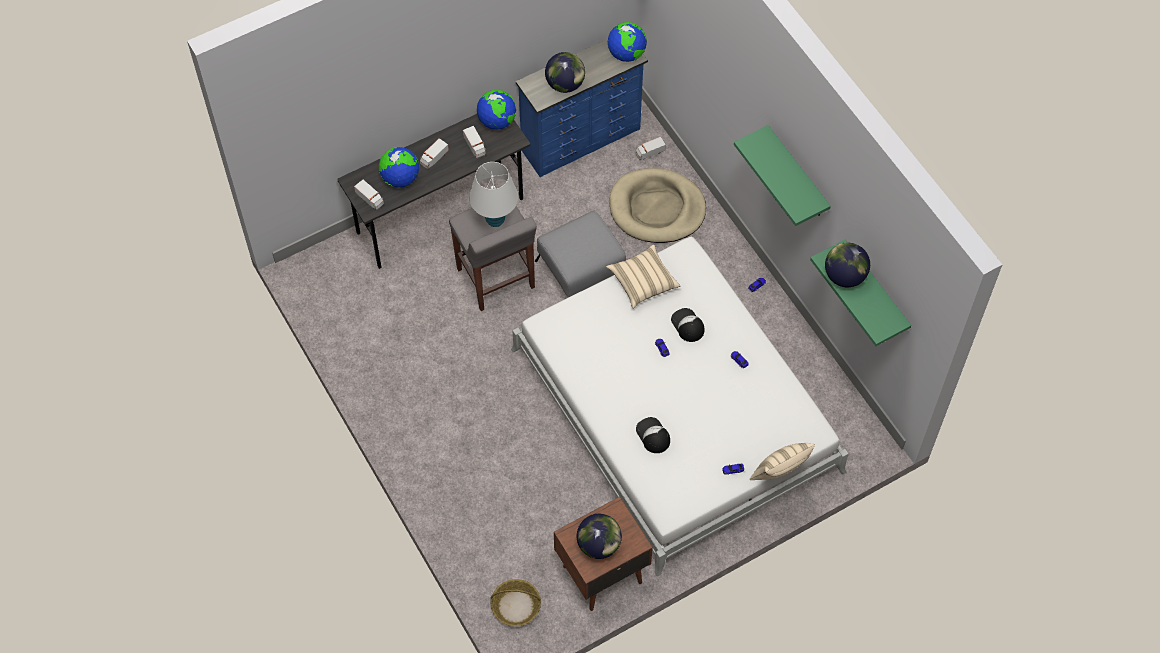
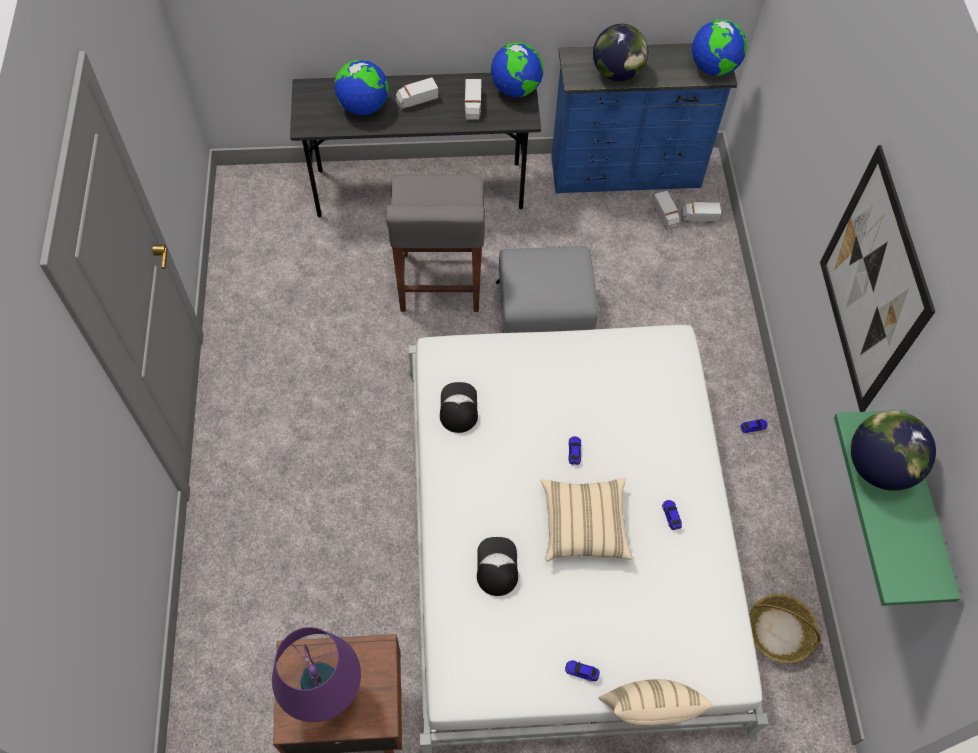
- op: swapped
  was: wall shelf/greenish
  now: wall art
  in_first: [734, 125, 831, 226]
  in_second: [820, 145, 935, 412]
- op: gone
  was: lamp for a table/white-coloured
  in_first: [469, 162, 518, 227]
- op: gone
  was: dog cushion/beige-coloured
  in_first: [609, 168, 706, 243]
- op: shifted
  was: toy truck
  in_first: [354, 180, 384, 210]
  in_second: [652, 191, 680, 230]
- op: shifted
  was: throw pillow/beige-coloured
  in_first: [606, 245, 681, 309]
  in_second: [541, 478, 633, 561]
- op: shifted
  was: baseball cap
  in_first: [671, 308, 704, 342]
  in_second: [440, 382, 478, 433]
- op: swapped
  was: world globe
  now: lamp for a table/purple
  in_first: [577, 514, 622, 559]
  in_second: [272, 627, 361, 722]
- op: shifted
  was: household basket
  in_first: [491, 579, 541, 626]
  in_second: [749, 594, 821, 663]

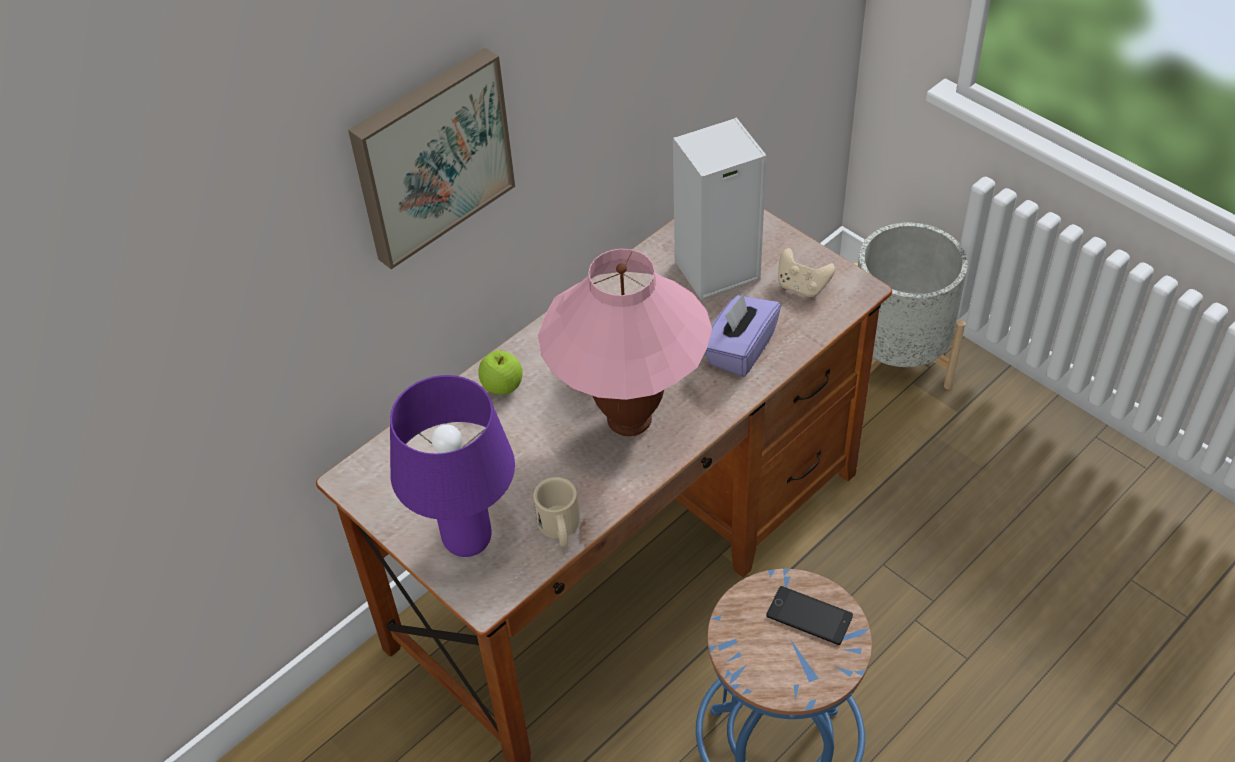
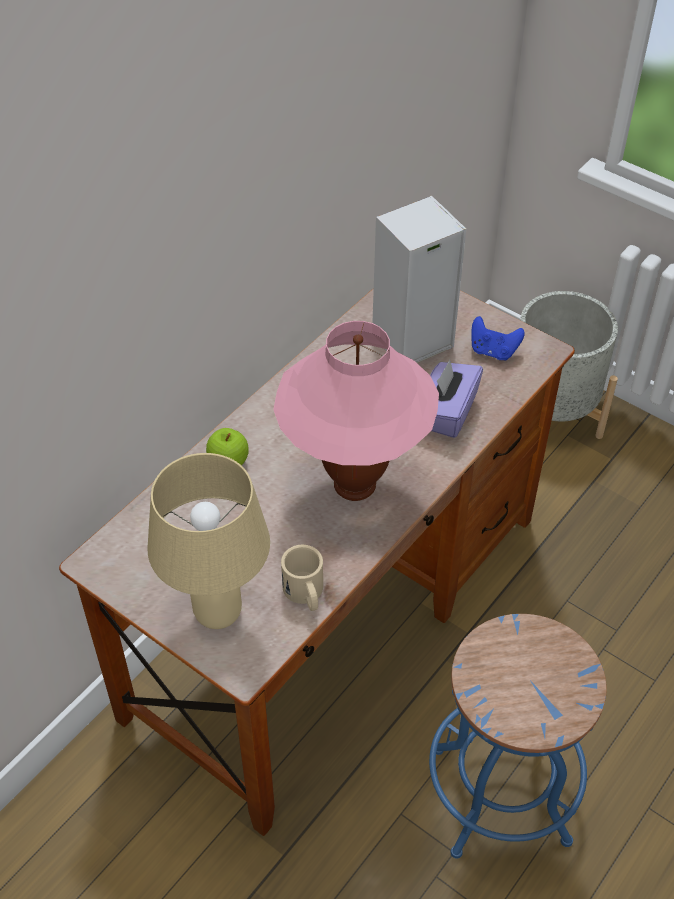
- op: gone
  was: wall art
  in_first: [348, 47, 515, 269]
- op: repainted
  was: game controller/beige-coloured
  now: game controller/blue-coloured
  in_first: [778, 248, 835, 297]
  in_second: [471, 316, 525, 361]
- op: repainted
  was: lamp for a table/purple
  now: lamp for a table/beige-coloured
  in_first: [390, 375, 515, 557]
  in_second: [148, 453, 270, 629]
- op: gone
  was: telephone
  in_first: [766, 586, 853, 645]

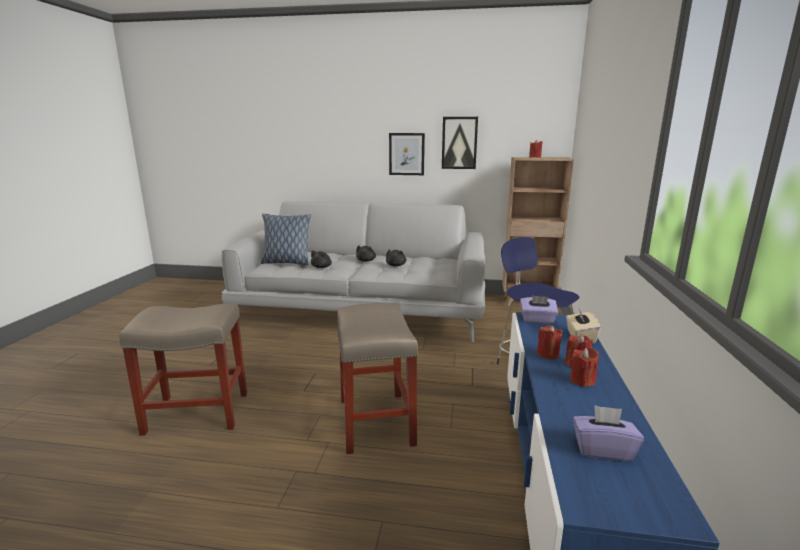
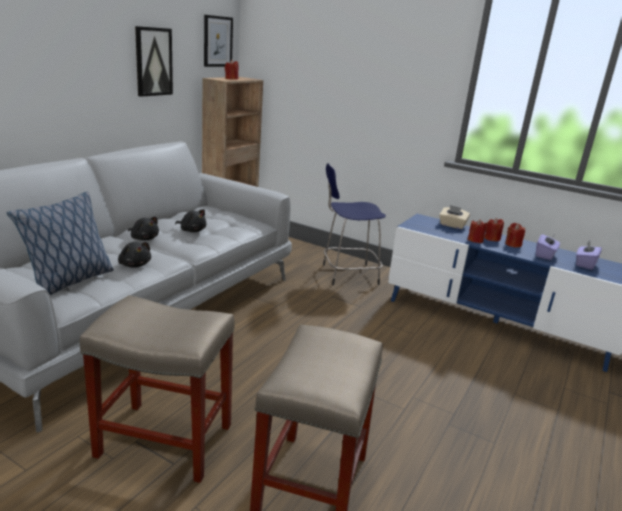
- op: shifted
  was: wall art
  in_first: [389, 133, 425, 175]
  in_second: [204, 15, 233, 67]
- op: shifted
  was: tissue holder/purple
  in_first: [520, 296, 558, 323]
  in_second: [536, 233, 560, 260]
- op: shifted
  was: stool/beige-coloured
  in_first: [337, 303, 419, 454]
  in_second: [80, 295, 235, 483]

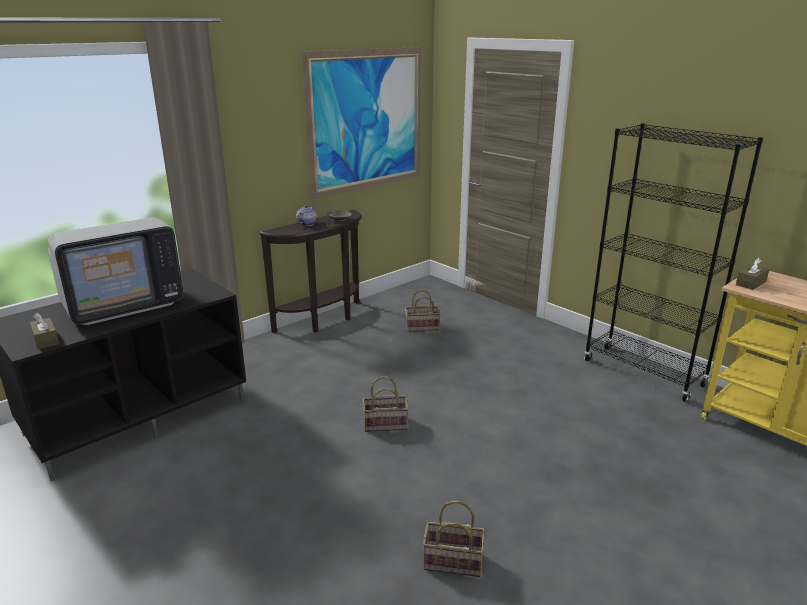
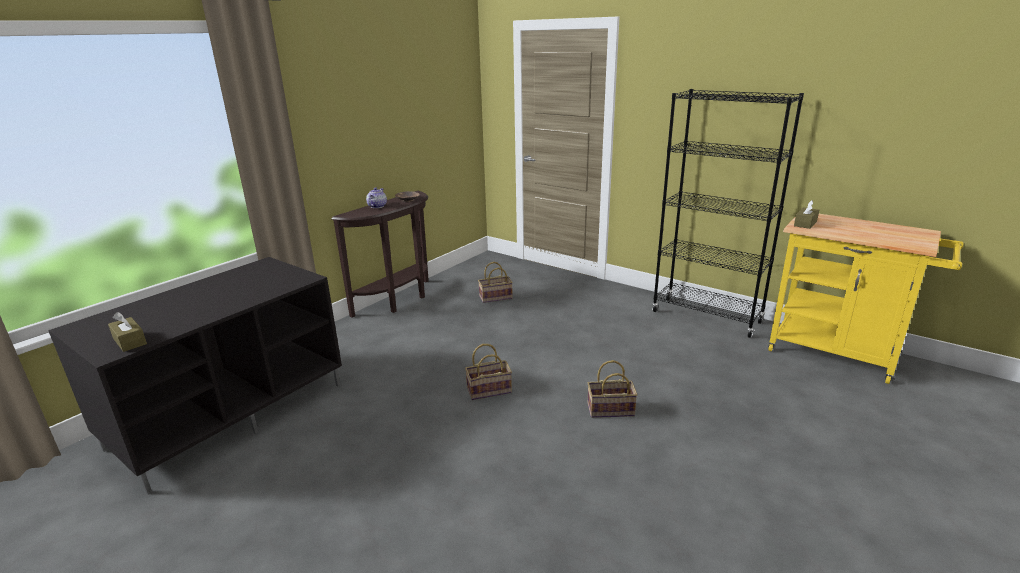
- op: gone
  was: wall art
  in_first: [302, 47, 421, 200]
- op: gone
  was: television
  in_first: [48, 217, 184, 325]
- op: shifted
  was: household basket
  in_first: [423, 501, 485, 577]
  in_second: [587, 360, 638, 418]

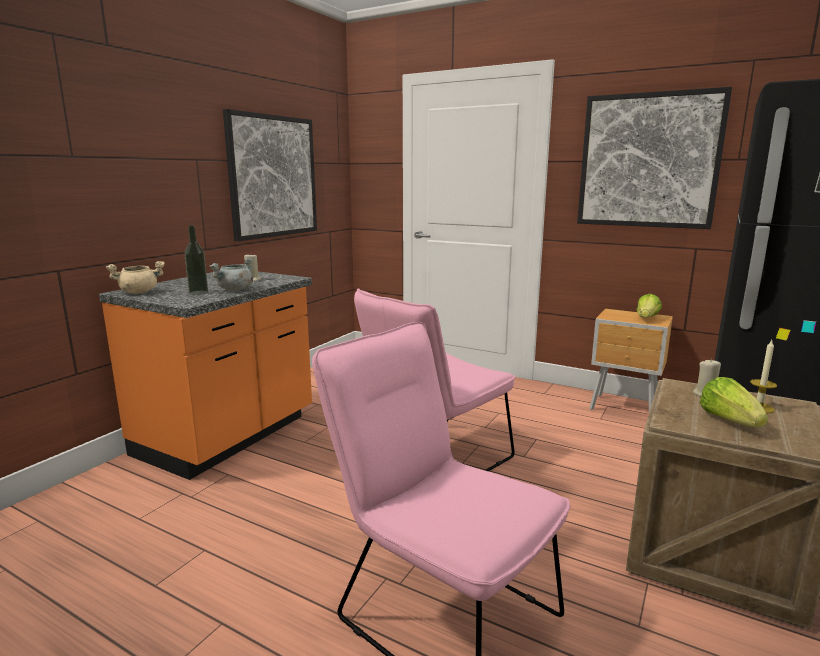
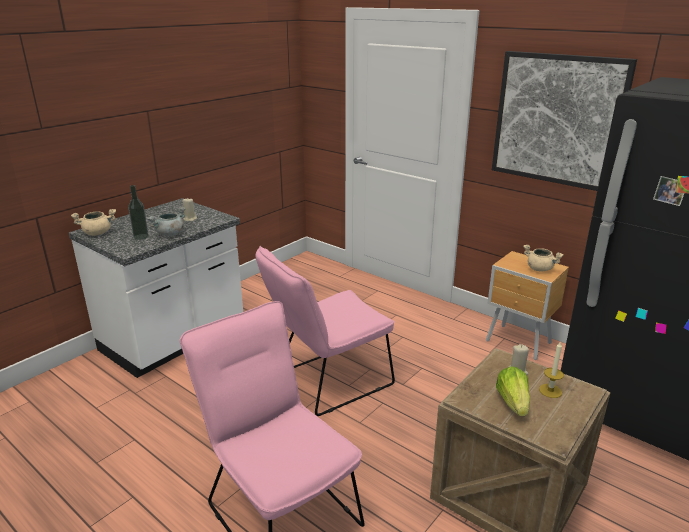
- op: gone
  was: wall art
  in_first: [223, 109, 317, 241]
- op: repainted
  was: kitchen base unit/orange-coloured
  now: kitchen base unit/white-coloured
  in_first: [99, 272, 312, 480]
  in_second: [69, 198, 243, 378]
- op: swapped
  was: lettuce
  now: saucepot/beige-coloured
  in_first: [636, 294, 662, 318]
  in_second: [523, 245, 564, 271]

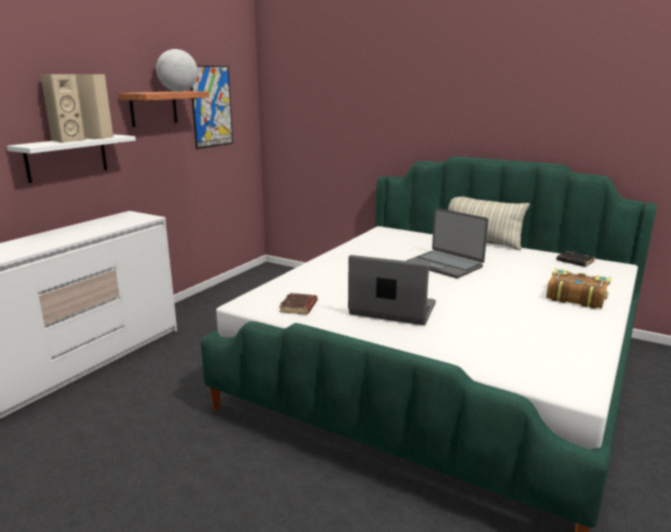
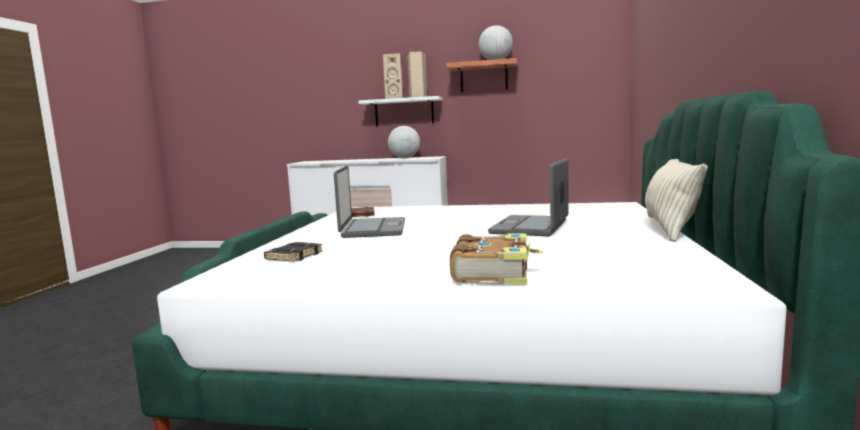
- op: gone
  was: wall art
  in_first: [191, 66, 233, 149]
- op: shifted
  was: volume/blackish
  in_first: [556, 251, 595, 267]
  in_second: [264, 242, 323, 262]
- op: new
  now: world globe
  in_second: [388, 126, 420, 159]

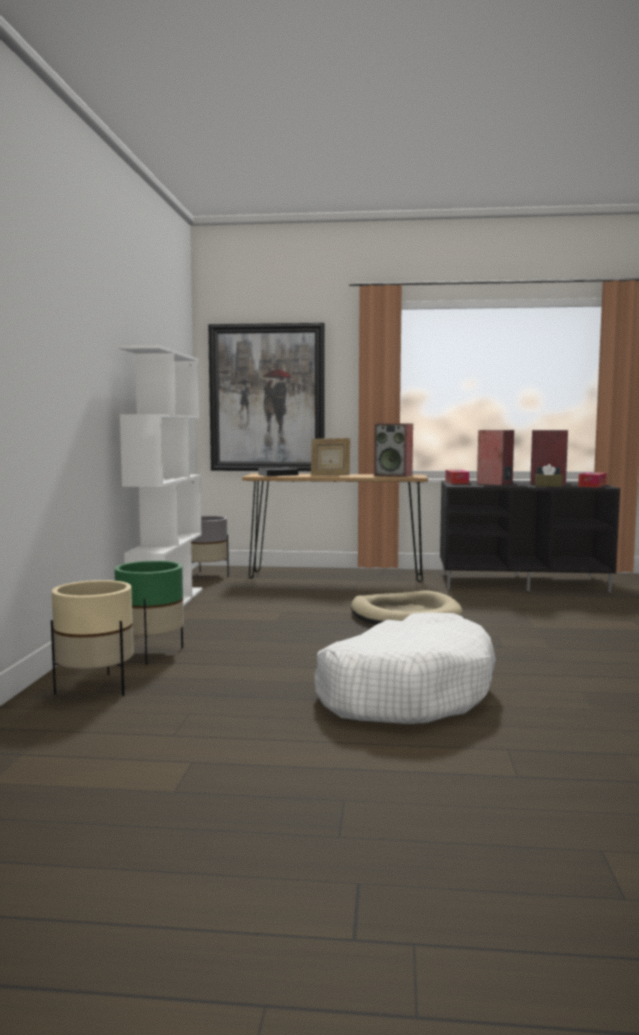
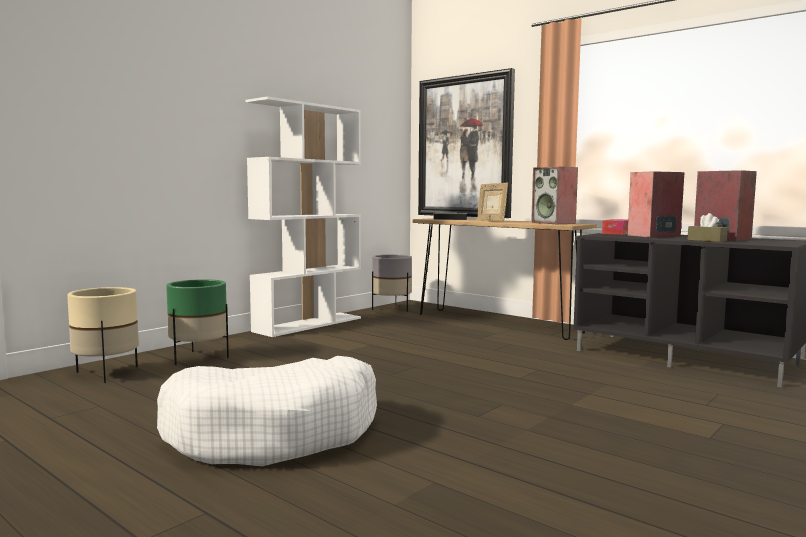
- op: gone
  was: tissue holder
  in_first: [578, 472, 607, 487]
- op: gone
  was: dog cushion/beige-coloured
  in_first: [351, 590, 463, 625]

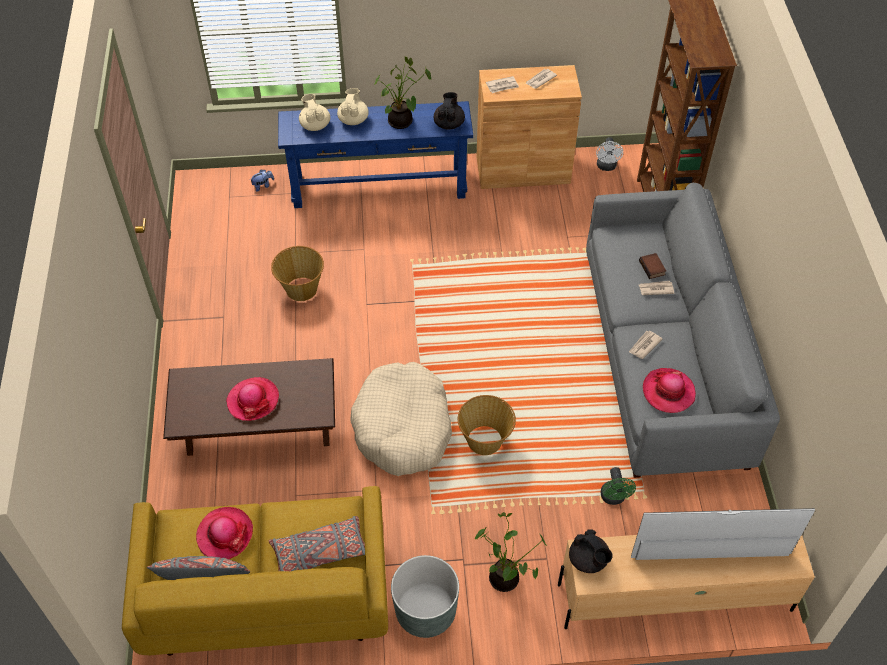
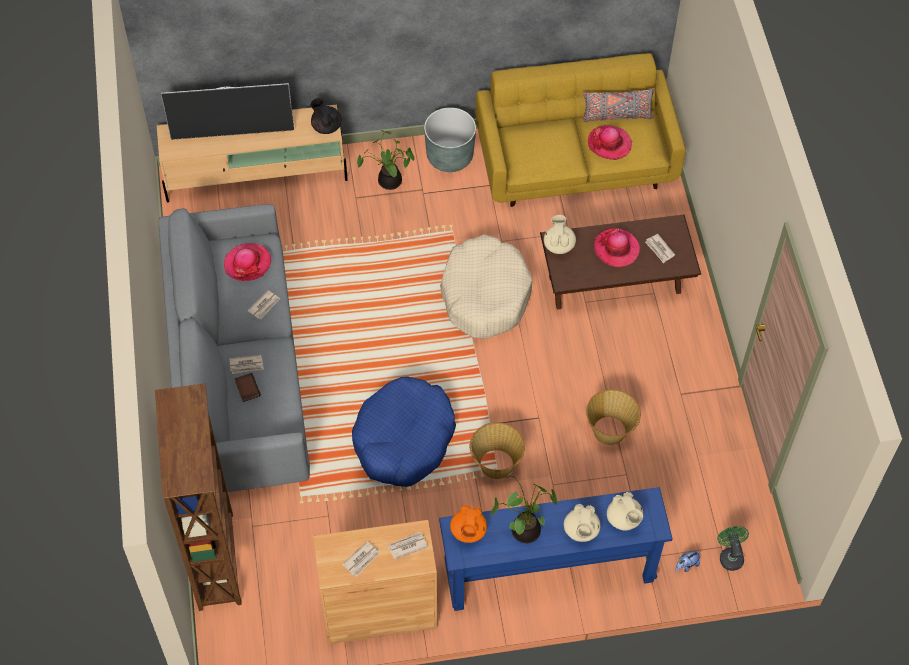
- op: repainted
  was: pot for tea/blackish
  now: pot for tea/orange-coloured
  in_first: [434, 92, 465, 130]
  in_second: [450, 505, 487, 543]
- op: gone
  was: fan/white-coloured
  in_first: [596, 137, 623, 171]
- op: shifted
  was: household basket
  in_first: [458, 395, 516, 455]
  in_second: [470, 422, 525, 479]
- op: shifted
  was: fan/greenish
  in_first: [600, 467, 636, 505]
  in_second: [717, 526, 749, 571]
- op: gone
  was: throw pillow/greyish
  in_first: [269, 516, 365, 571]
- op: new
  now: pot for tea/beige-coloured
  in_second: [544, 215, 576, 254]
- op: new
  now: printed paper
  in_second: [645, 234, 675, 263]
- op: new
  now: dog cushion/blue-coloured
  in_second: [352, 376, 456, 487]

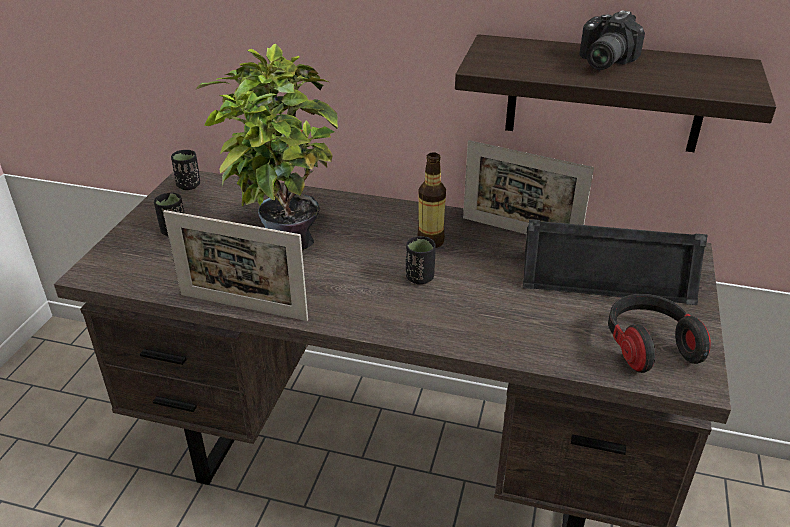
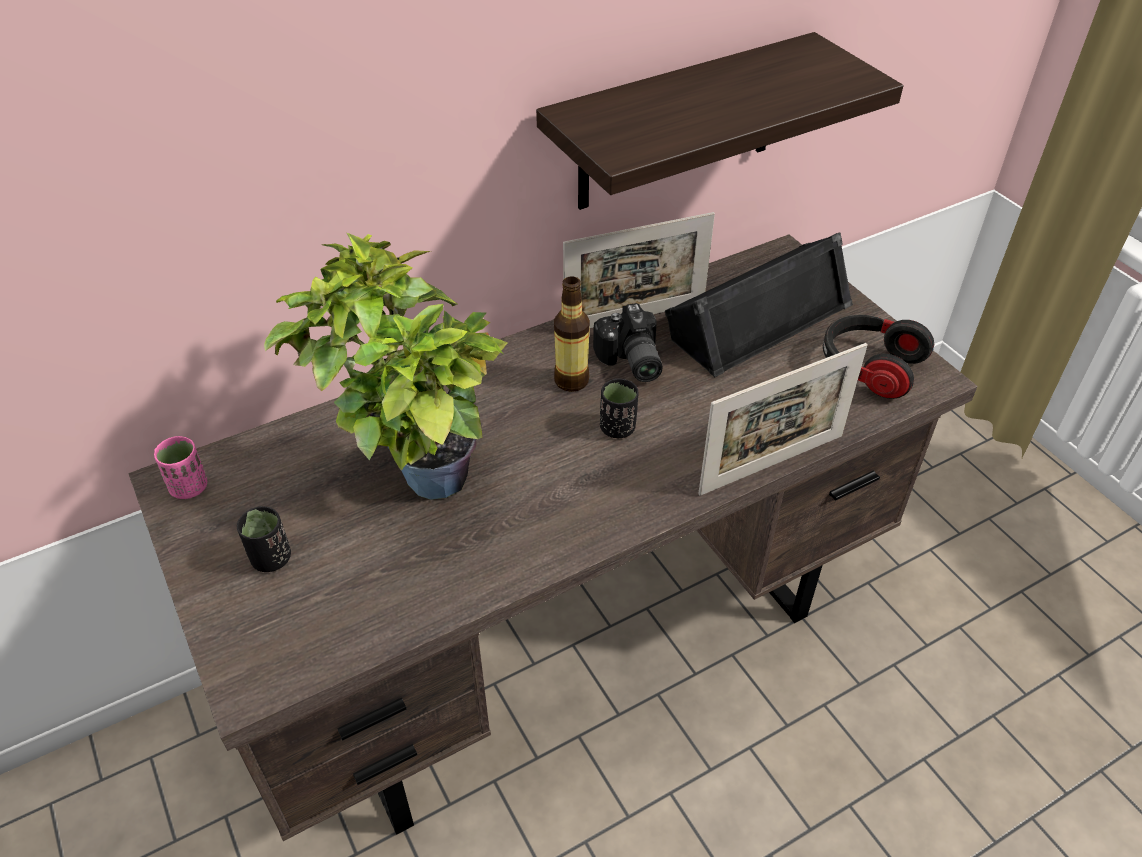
- op: shifted
  was: photo camera
  in_first: [579, 10, 645, 70]
  in_second: [593, 303, 662, 382]
- op: repainted
  was: cup/blackish
  now: cup/pinkish
  in_first: [171, 150, 200, 190]
  in_second: [154, 436, 207, 499]
- op: shifted
  was: photo frame
  in_first: [163, 210, 308, 321]
  in_second: [698, 343, 868, 496]

